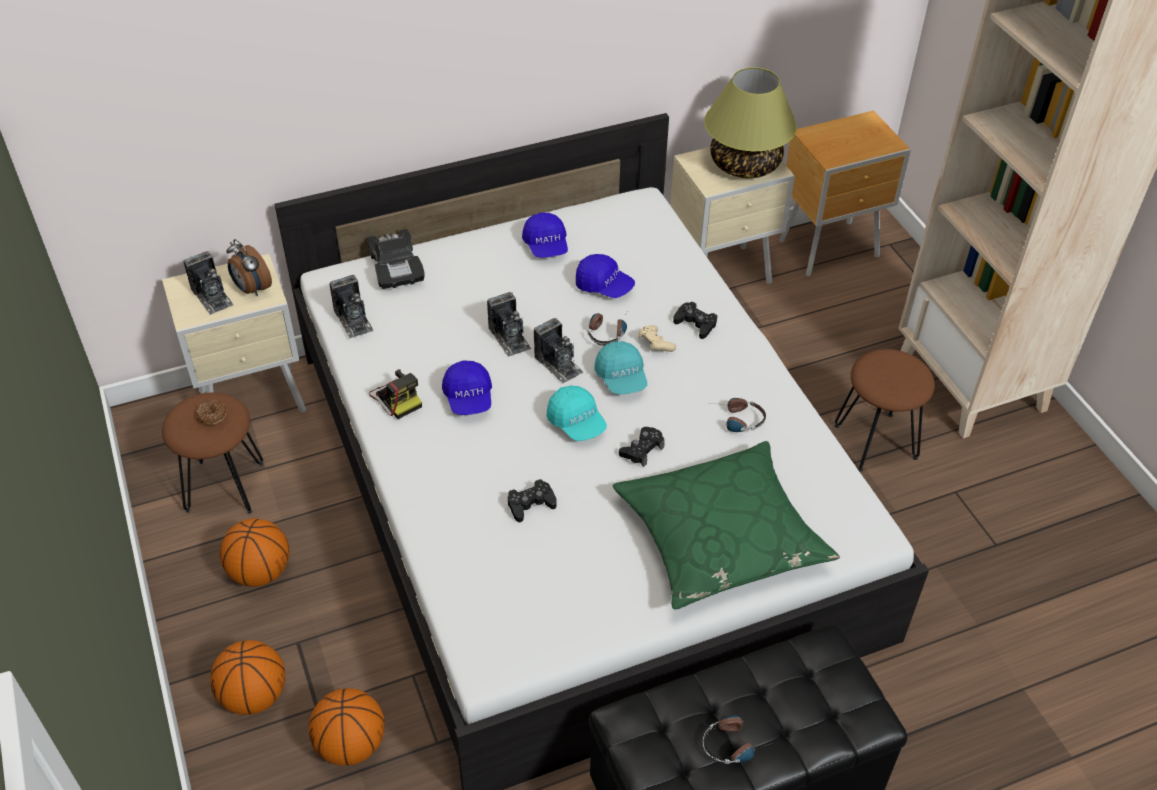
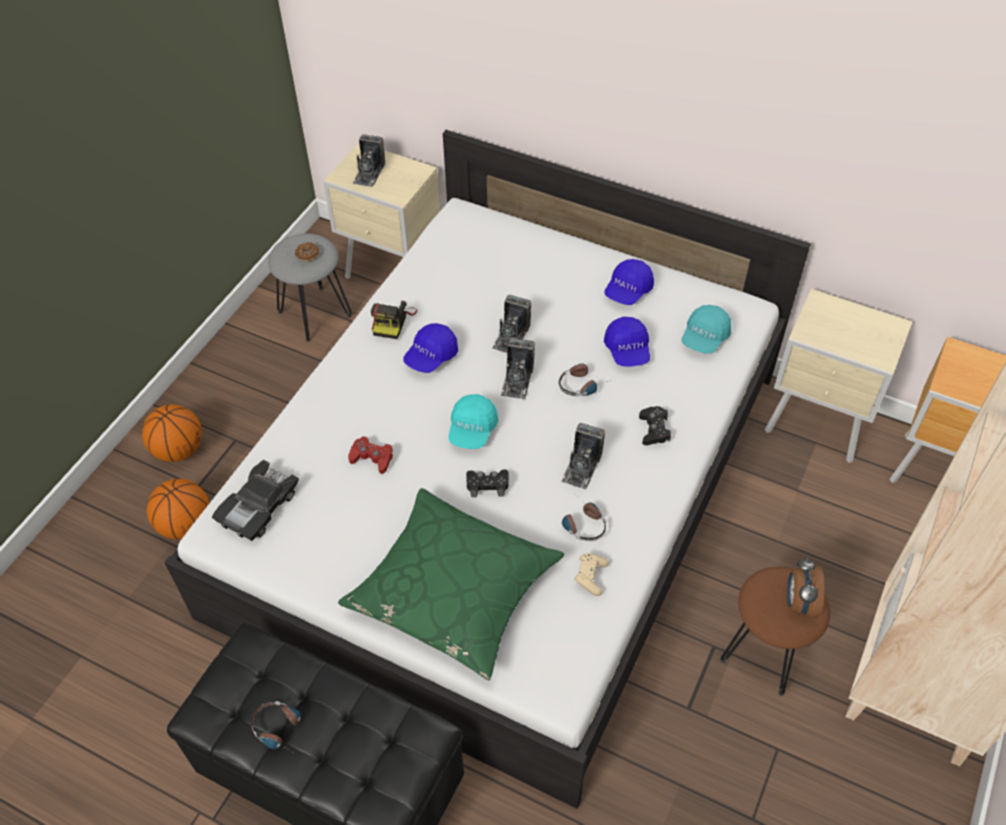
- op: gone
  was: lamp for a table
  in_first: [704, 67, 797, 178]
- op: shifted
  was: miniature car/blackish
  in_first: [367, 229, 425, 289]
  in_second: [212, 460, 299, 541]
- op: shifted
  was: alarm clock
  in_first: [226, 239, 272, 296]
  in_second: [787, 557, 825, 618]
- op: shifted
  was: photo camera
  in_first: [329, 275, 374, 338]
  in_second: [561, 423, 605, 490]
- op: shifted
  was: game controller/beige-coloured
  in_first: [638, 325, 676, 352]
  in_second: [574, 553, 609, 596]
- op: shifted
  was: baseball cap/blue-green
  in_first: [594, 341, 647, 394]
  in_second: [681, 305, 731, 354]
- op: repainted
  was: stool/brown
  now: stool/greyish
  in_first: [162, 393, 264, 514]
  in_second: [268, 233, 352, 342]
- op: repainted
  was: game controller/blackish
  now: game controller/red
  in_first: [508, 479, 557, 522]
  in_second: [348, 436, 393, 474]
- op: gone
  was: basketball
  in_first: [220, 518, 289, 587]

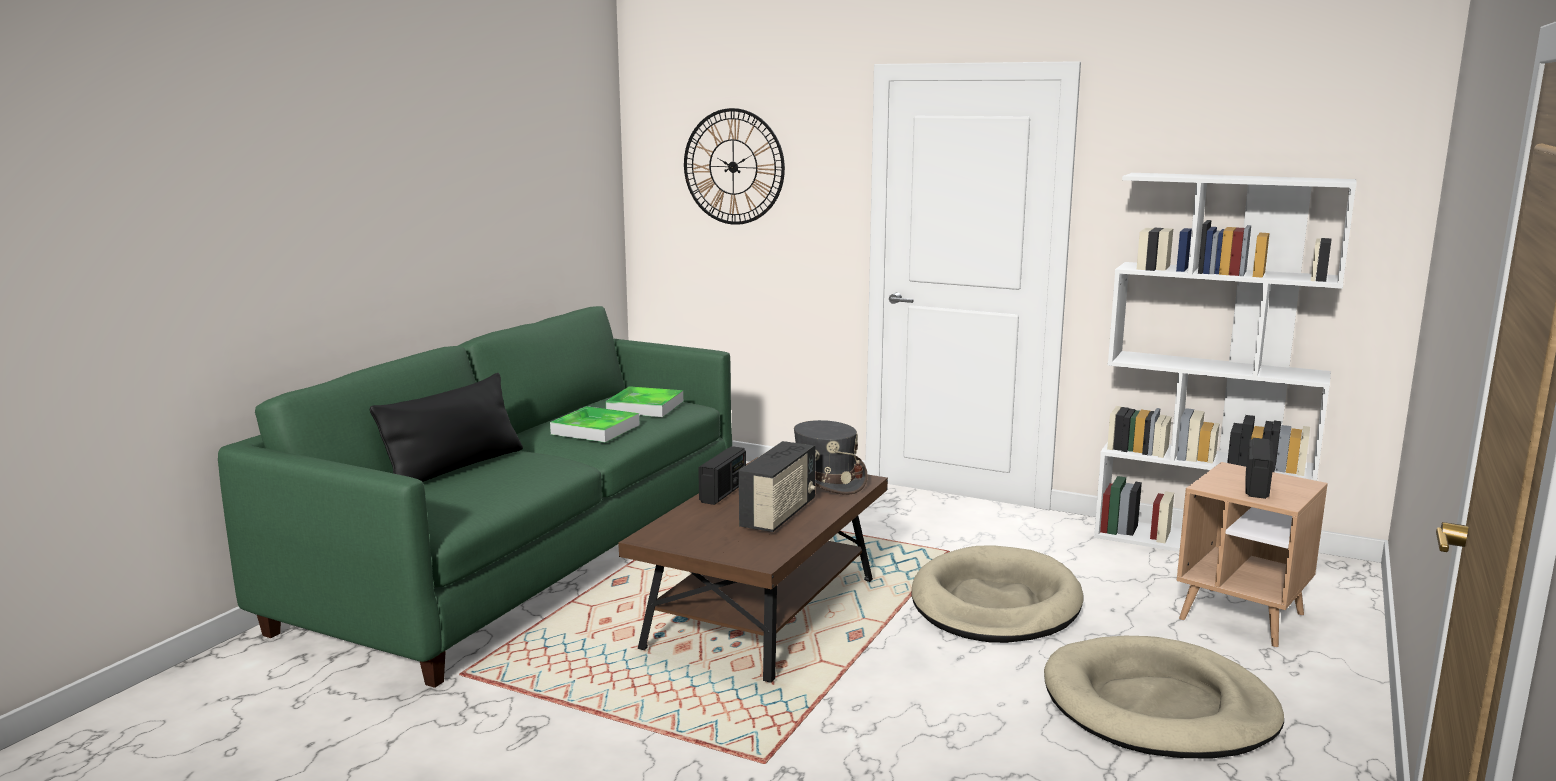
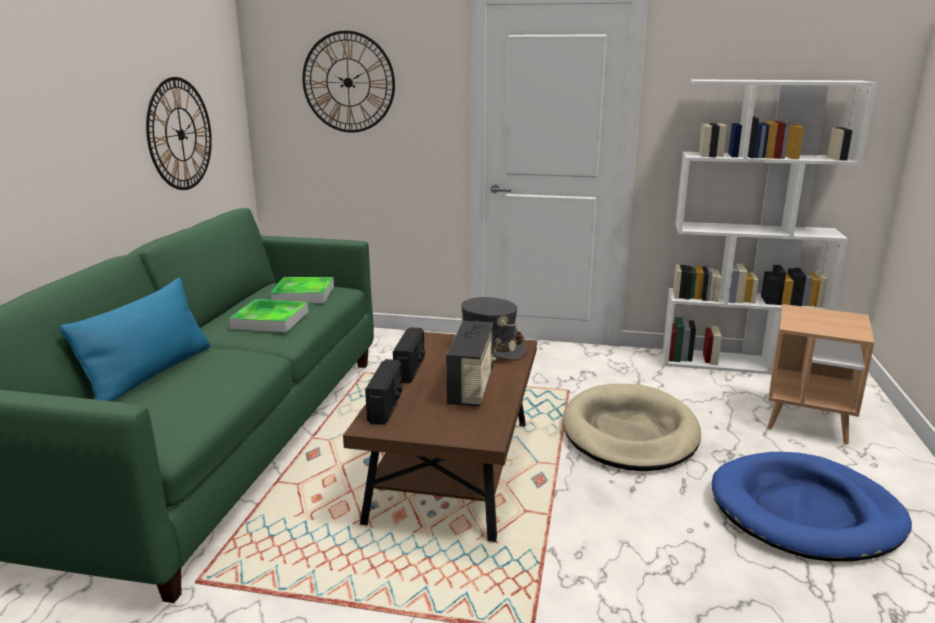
- op: repainted
  was: throw pillow/blackish
  now: throw pillow/blue-coloured
  in_first: [370, 373, 523, 482]
  in_second: [59, 278, 211, 401]
- op: shifted
  was: radio set
  in_first: [1245, 438, 1274, 499]
  in_second: [365, 359, 403, 425]
- op: repainted
  was: dog cushion/beige-coloured
  now: dog cushion/blue-coloured
  in_first: [1044, 636, 1284, 759]
  in_second: [712, 452, 912, 562]
- op: new
  now: clock on the wall
  in_second: [146, 77, 212, 190]

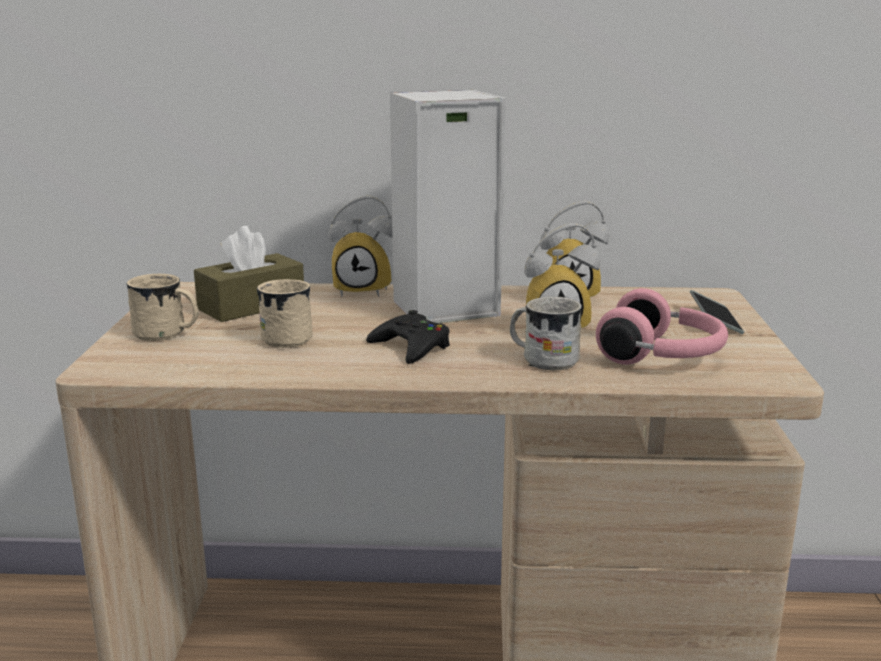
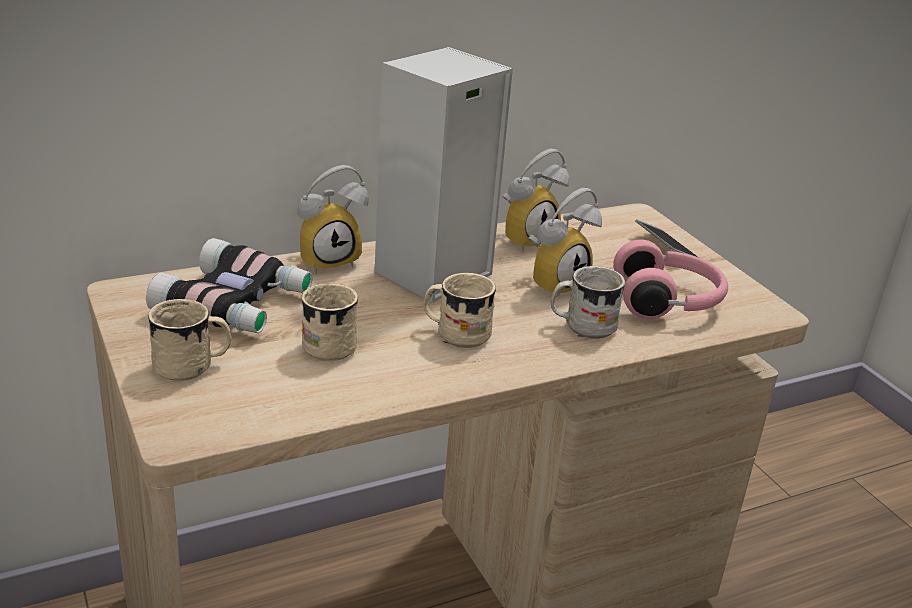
- op: swapped
  was: tissue holder/brown
  now: pair of binoculars
  in_first: [194, 226, 304, 322]
  in_second: [146, 238, 312, 333]
- op: swapped
  was: game controller/blackish
  now: mug/beige-coloured
  in_first: [366, 310, 450, 364]
  in_second: [423, 273, 496, 348]

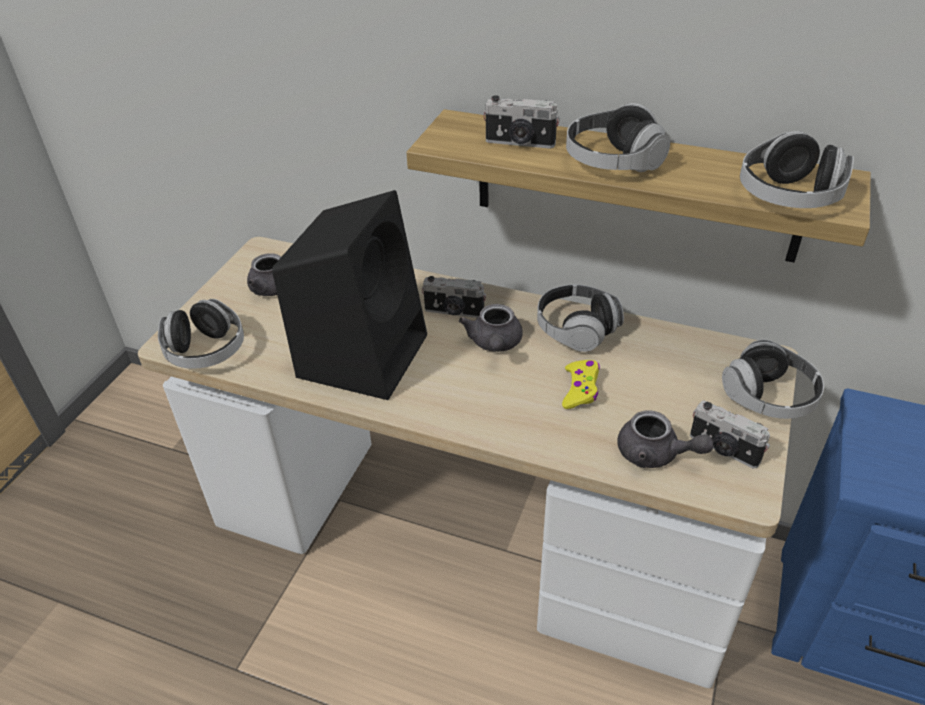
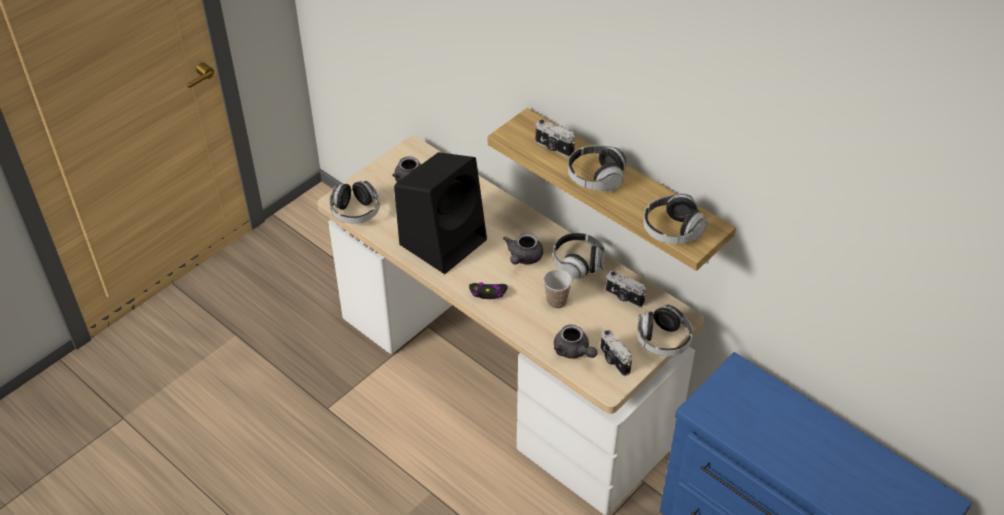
- op: shifted
  was: photo camera
  in_first: [422, 276, 486, 318]
  in_second: [606, 271, 646, 307]
- op: swapped
  was: game controller/yellowish
  now: cup
  in_first: [562, 360, 600, 409]
  in_second: [544, 269, 572, 309]
- op: new
  now: game controller/blackish
  in_second: [469, 282, 508, 299]

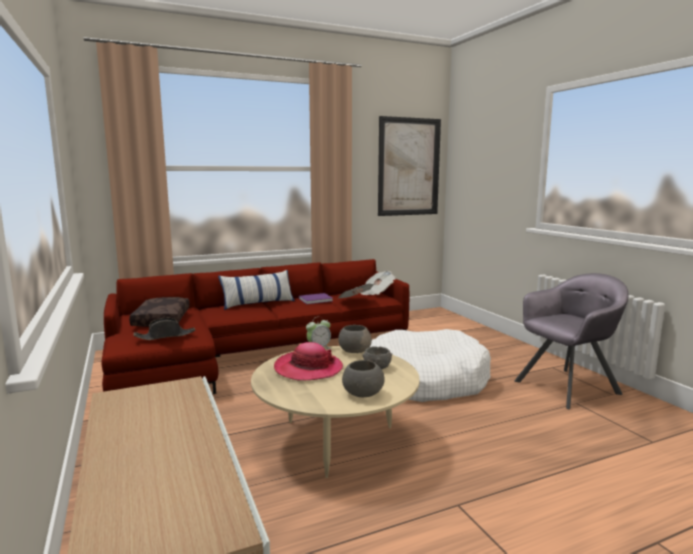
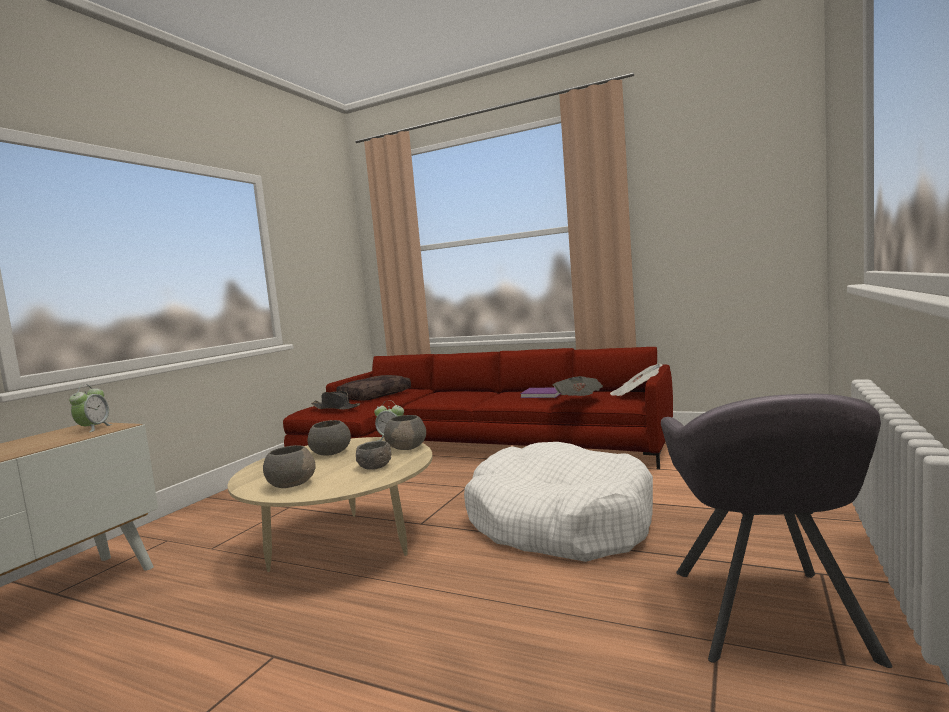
- op: gone
  was: wall art
  in_first: [378, 116, 441, 216]
- op: gone
  was: throw pillow
  in_first: [218, 270, 295, 310]
- op: rotated
  was: easy chair/greyish
  in_first: [514, 273, 628, 409]
  in_second: [661, 394, 893, 668]
  clockwise: 75
- op: swapped
  was: clothing hat
  now: serving bowl/greyish
  in_first: [274, 342, 343, 381]
  in_second: [307, 420, 351, 456]
- op: new
  now: alarm clock
  in_second: [69, 385, 113, 432]

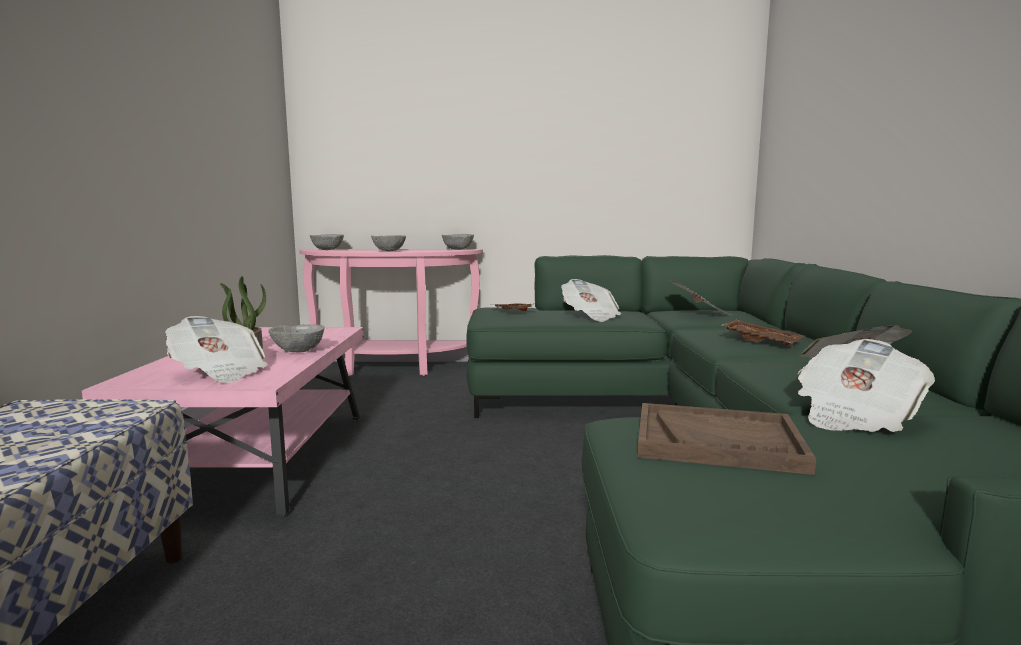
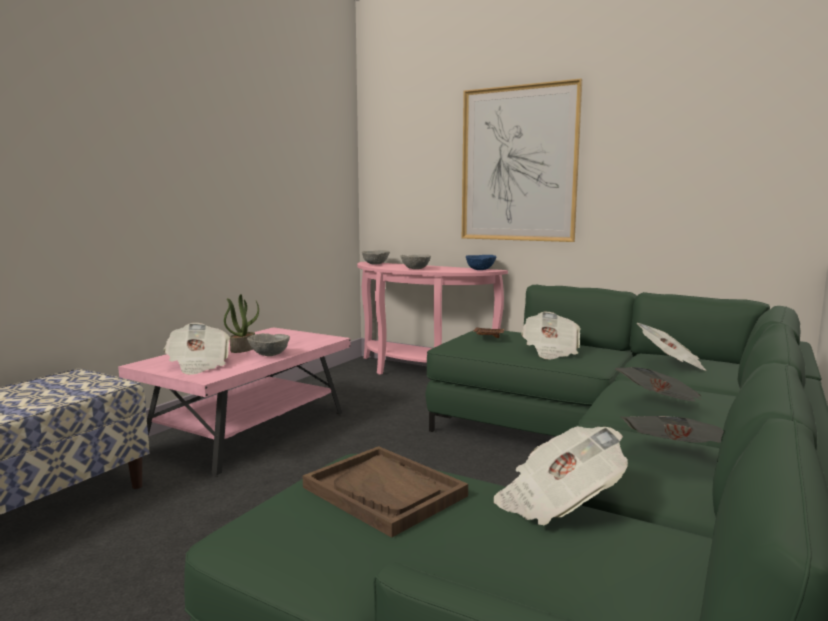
- op: repainted
  was: serving bowl/greyish
  now: serving bowl/blue-coloured
  in_first: [442, 234, 474, 250]
  in_second: [466, 255, 496, 270]
- op: swapped
  was: carrying tray/brown
  now: printed paper
  in_first: [722, 319, 804, 347]
  in_second: [615, 367, 702, 401]
- op: new
  now: wall art
  in_second: [462, 79, 582, 242]

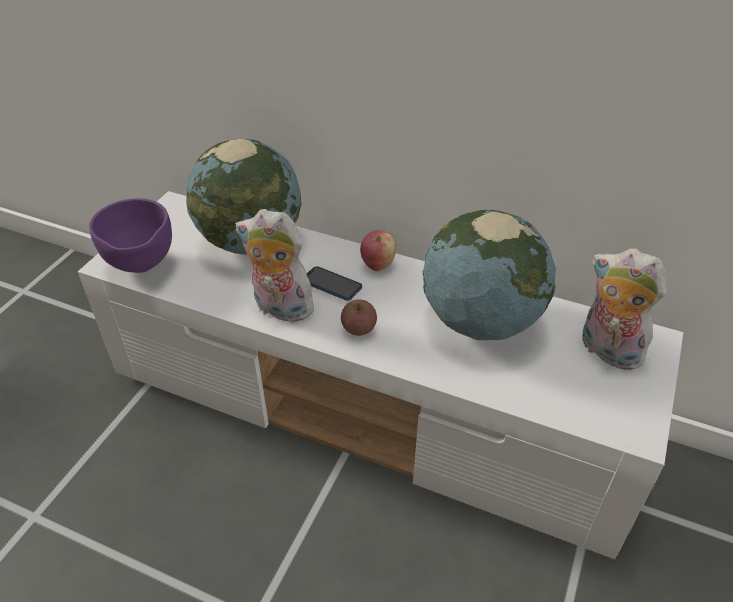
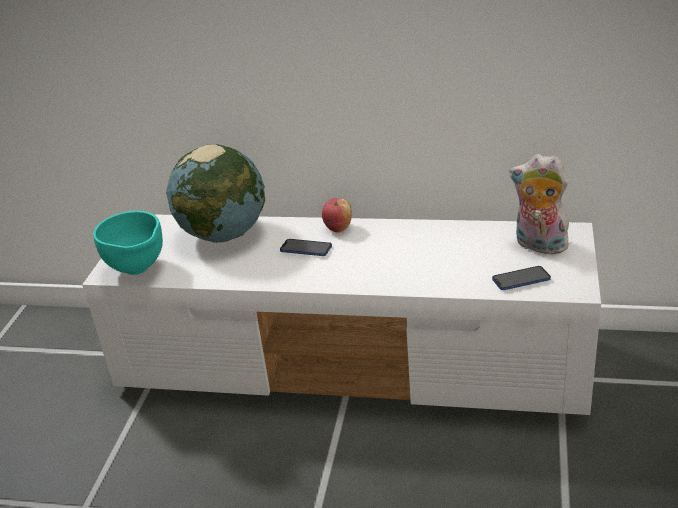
- op: repainted
  was: serving bowl/purple
  now: serving bowl/blue-green
  in_first: [89, 198, 172, 273]
  in_second: [93, 211, 163, 275]
- op: gone
  was: plush toy
  in_first: [236, 209, 321, 322]
- op: gone
  was: world globe
  in_first: [423, 210, 556, 340]
- op: gone
  was: apple fruit
  in_first: [341, 300, 377, 336]
- op: new
  now: telephone
  in_second: [492, 266, 551, 290]

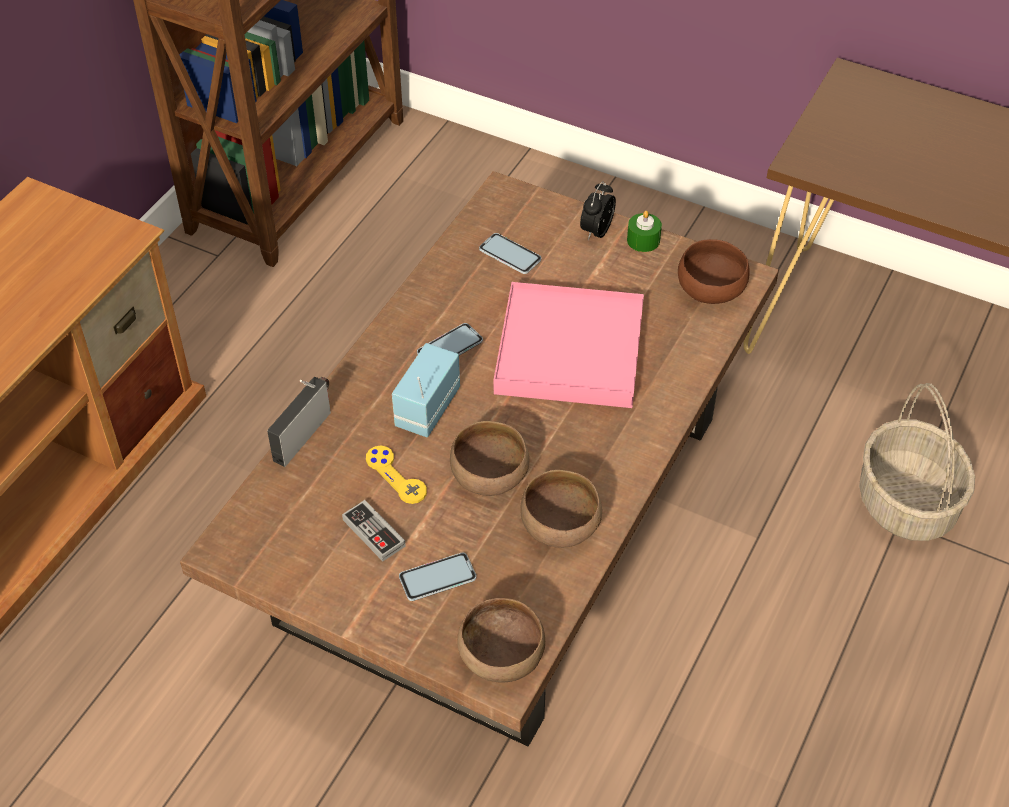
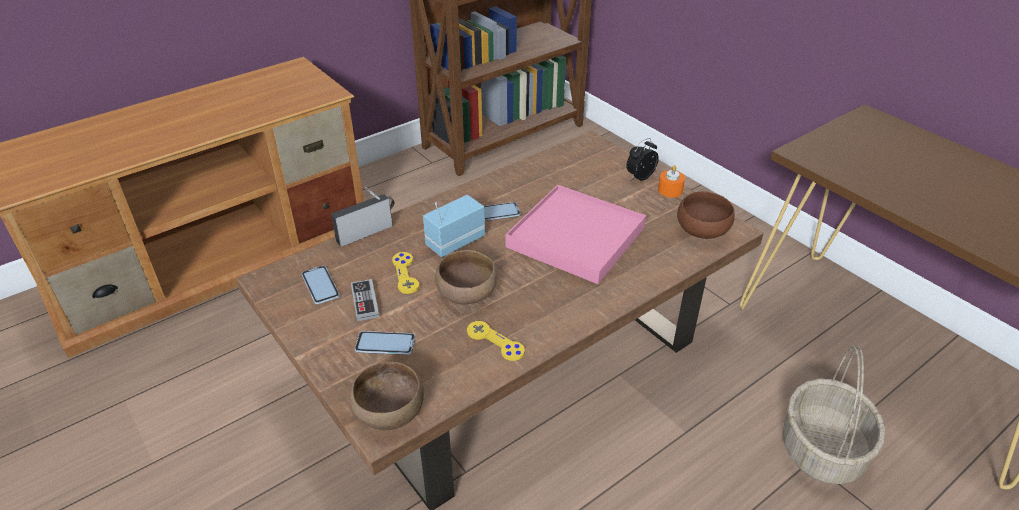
- op: repainted
  was: candle/greenish
  now: candle/orange-coloured
  in_first: [627, 210, 662, 252]
  in_second: [658, 165, 685, 198]
- op: shifted
  was: telephone
  in_first: [479, 233, 541, 274]
  in_second: [302, 266, 340, 304]
- op: swapped
  was: serving bowl/brown
  now: game controller/yellowish
  in_first: [520, 470, 602, 548]
  in_second: [467, 321, 525, 361]

